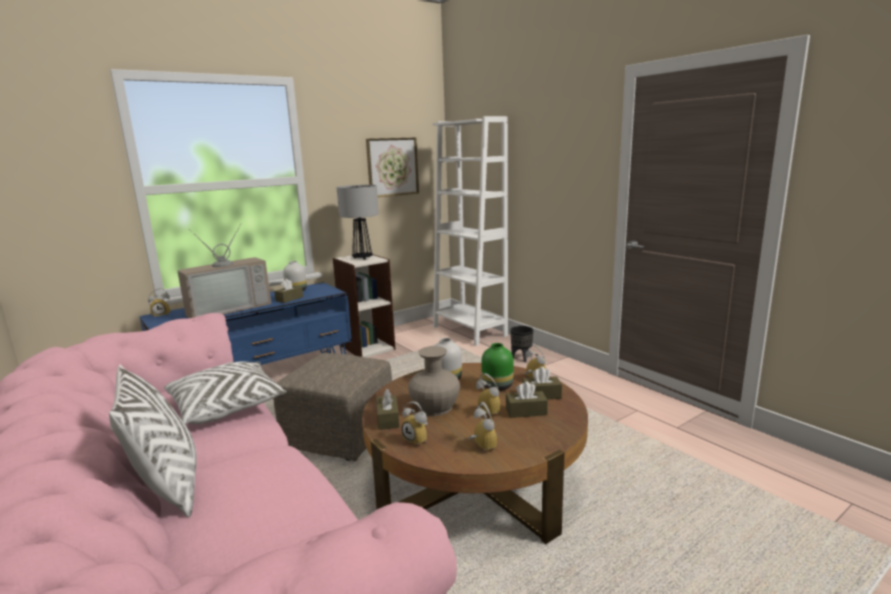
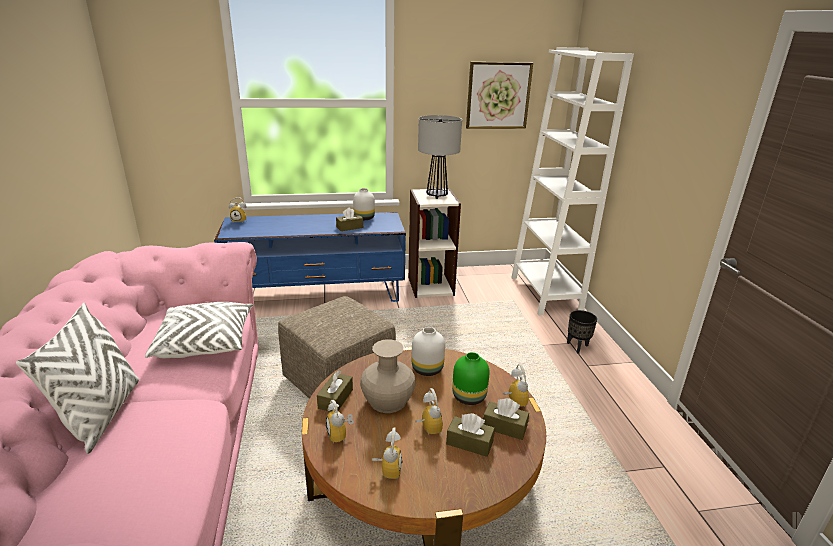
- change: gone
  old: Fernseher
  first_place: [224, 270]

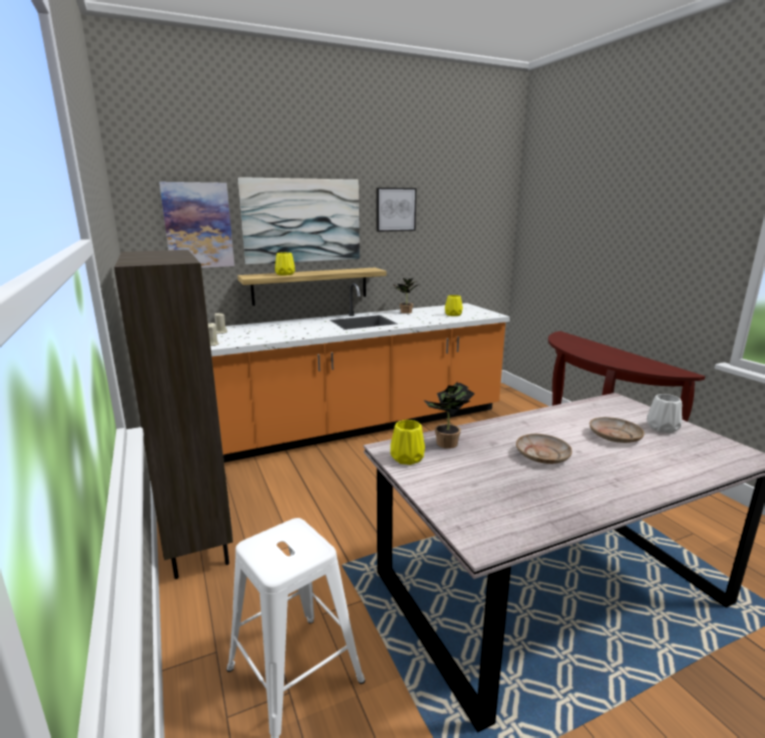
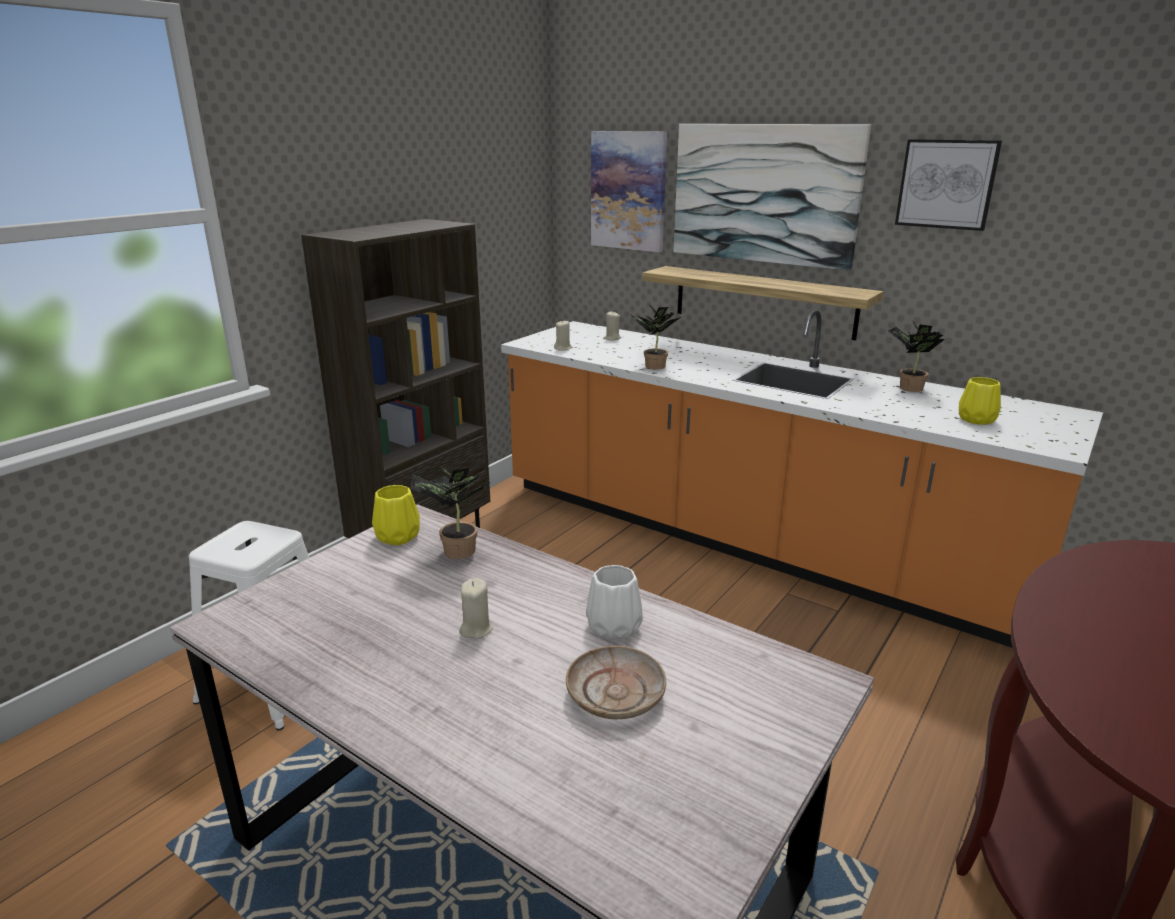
- change: gone
  old: Vase/gelb
  first_place: [285, 263]
- change: swapped
  old: Teller/beige
  new: Kerze/beige
  first_place: [544, 449]
  second_place: [476, 609]
- change: shifted
  old: Vase/weiß
  first_place: [664, 413]
  second_place: [614, 602]
- change: new
  new: Topfpflanze
  second_place: [655, 337]

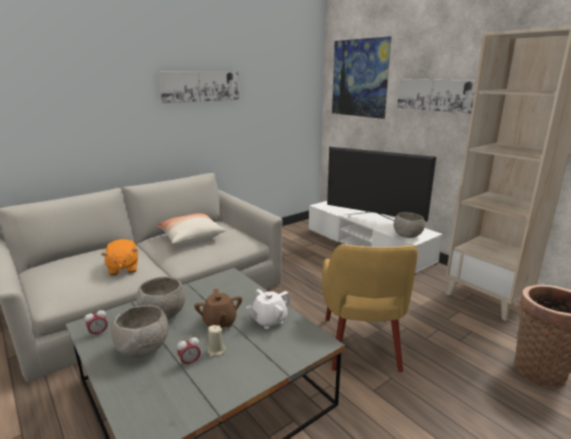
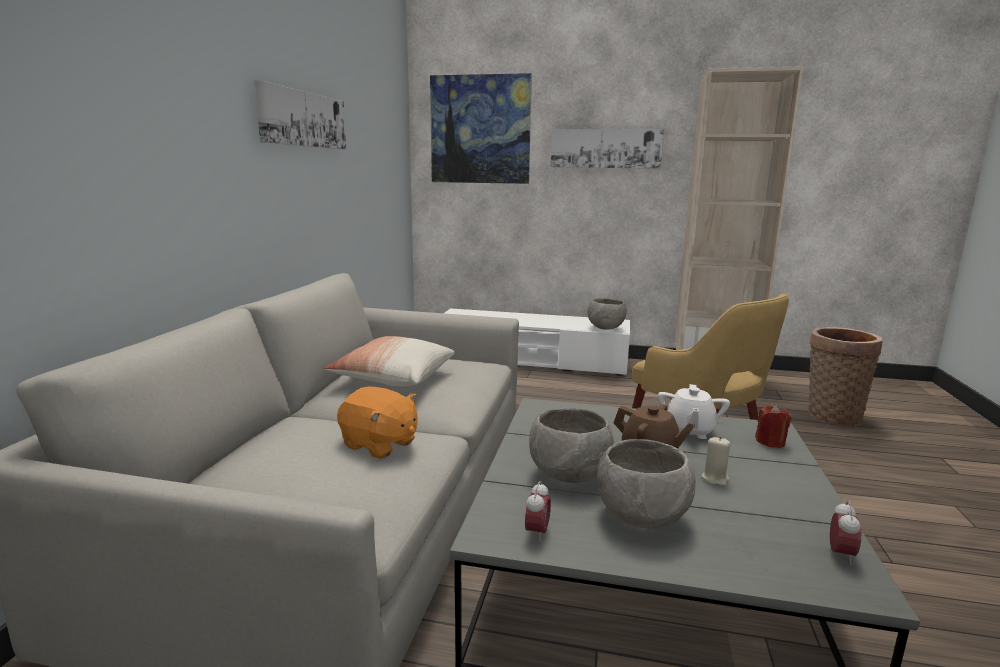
- change: shifted
  old: Wecker
  first_place: [189, 351]
  second_place: [845, 533]
- change: gone
  old: Fernseher
  first_place: [381, 184]
- change: new
  new: Kerze/rot
  second_place: [773, 426]

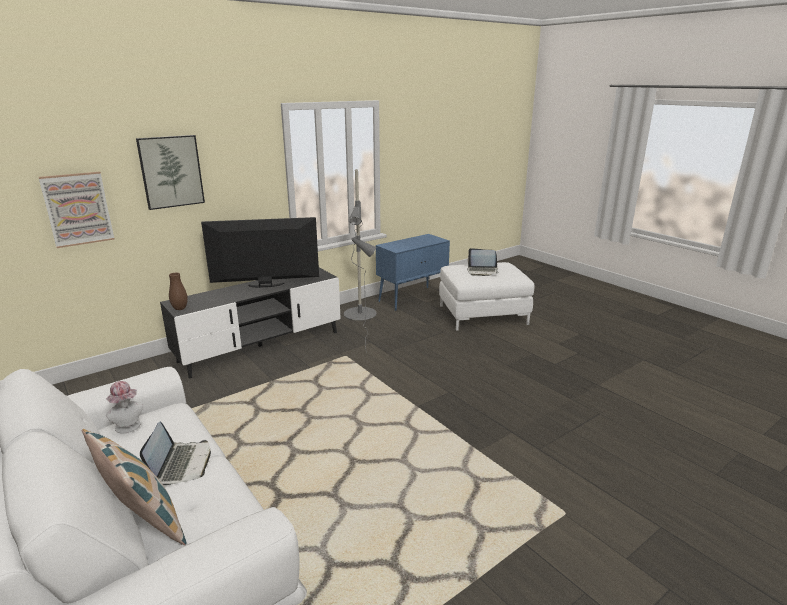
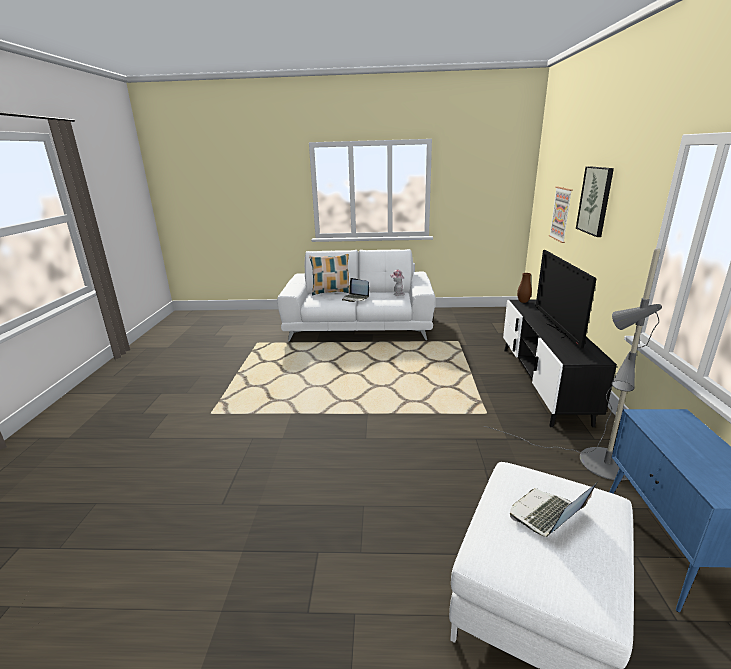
- change: rotated
  old: Fernseher
  first_place: [260, 252]
  second_place: [566, 299]
  degrees: 150

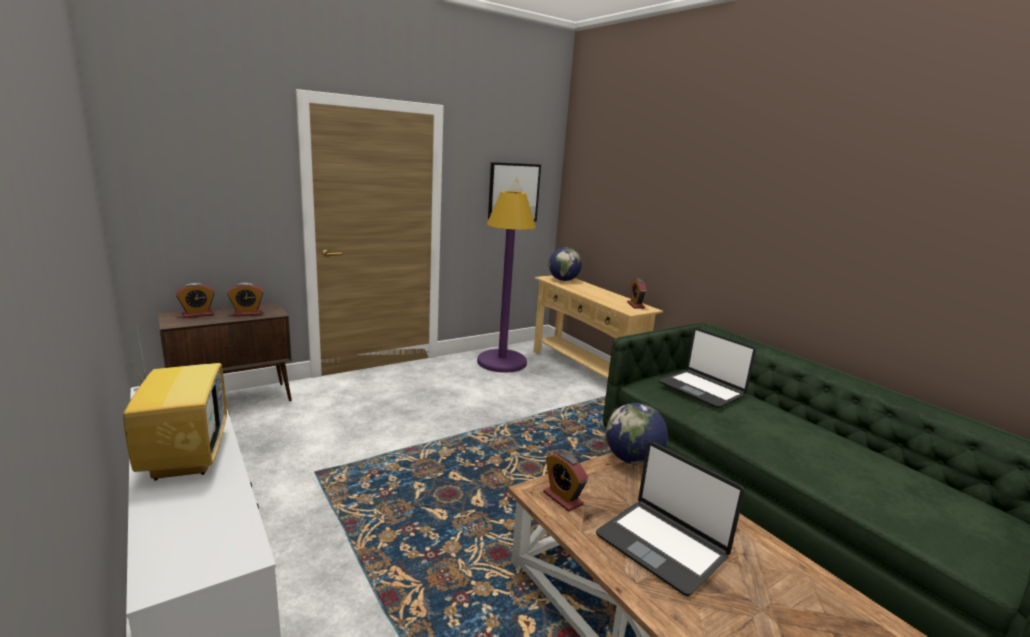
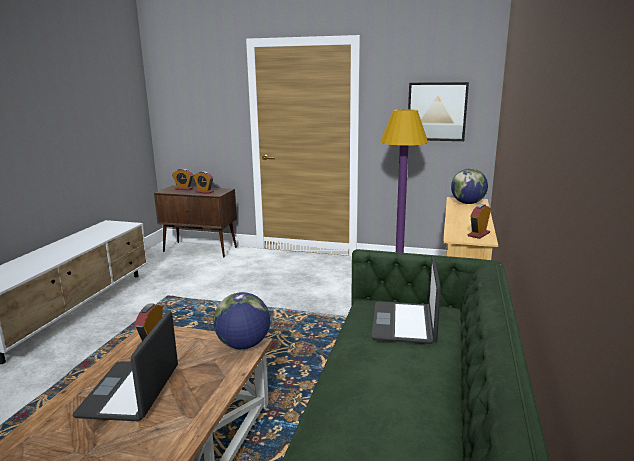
- change: gone
  old: Fernseher
  first_place: [175, 400]

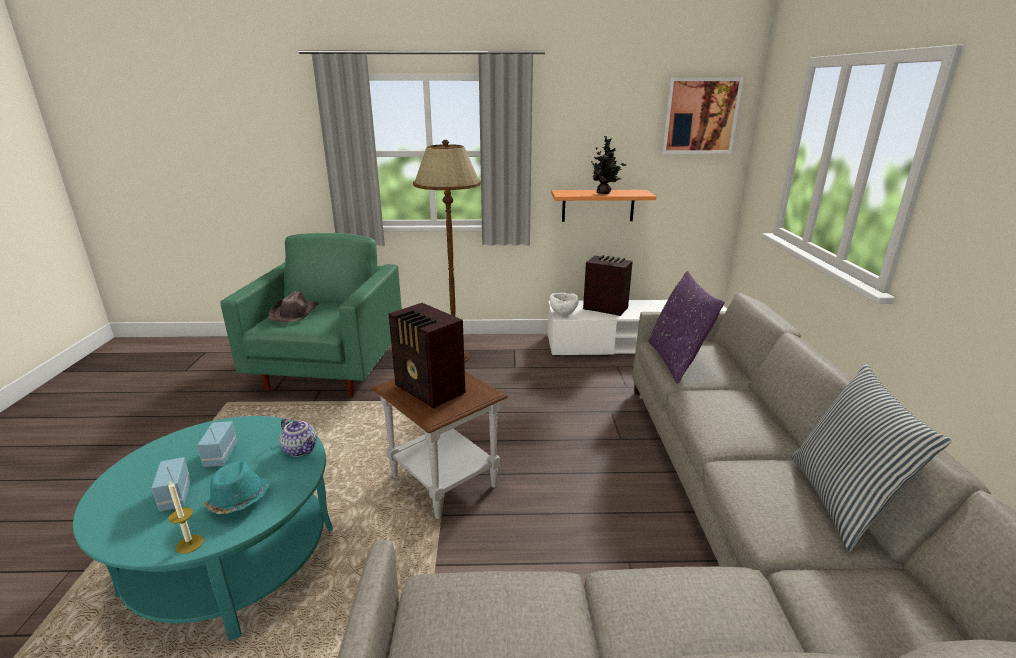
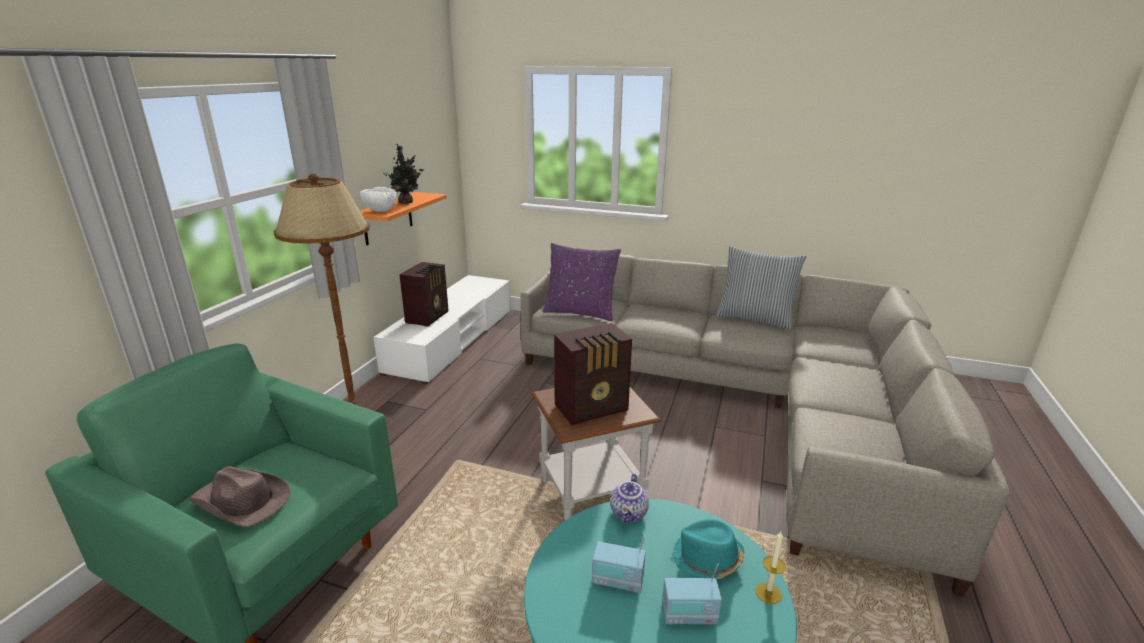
- change: rotated
  old: Teekanne
  first_place: [298, 437]
  second_place: [630, 498]
  degrees: 135
- change: shifted
  old: Schüssel/weiß
  first_place: [564, 304]
  second_place: [378, 199]
- change: rotated
  old: Radio
  first_place: [608, 285]
  second_place: [424, 294]
  degrees: 150
- change: gone
  old: Bild
  first_place: [702, 116]

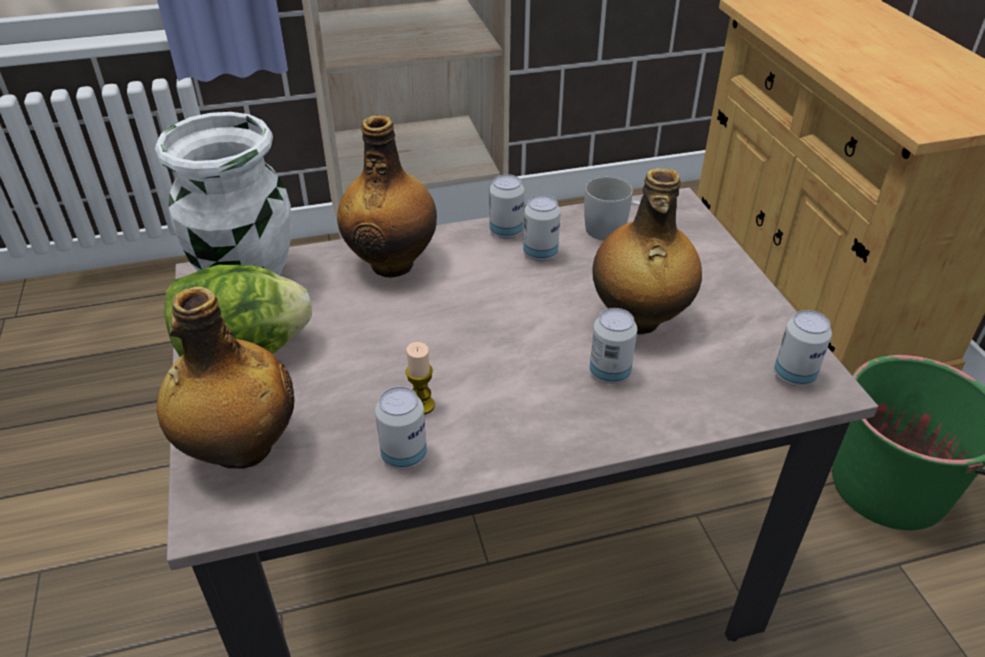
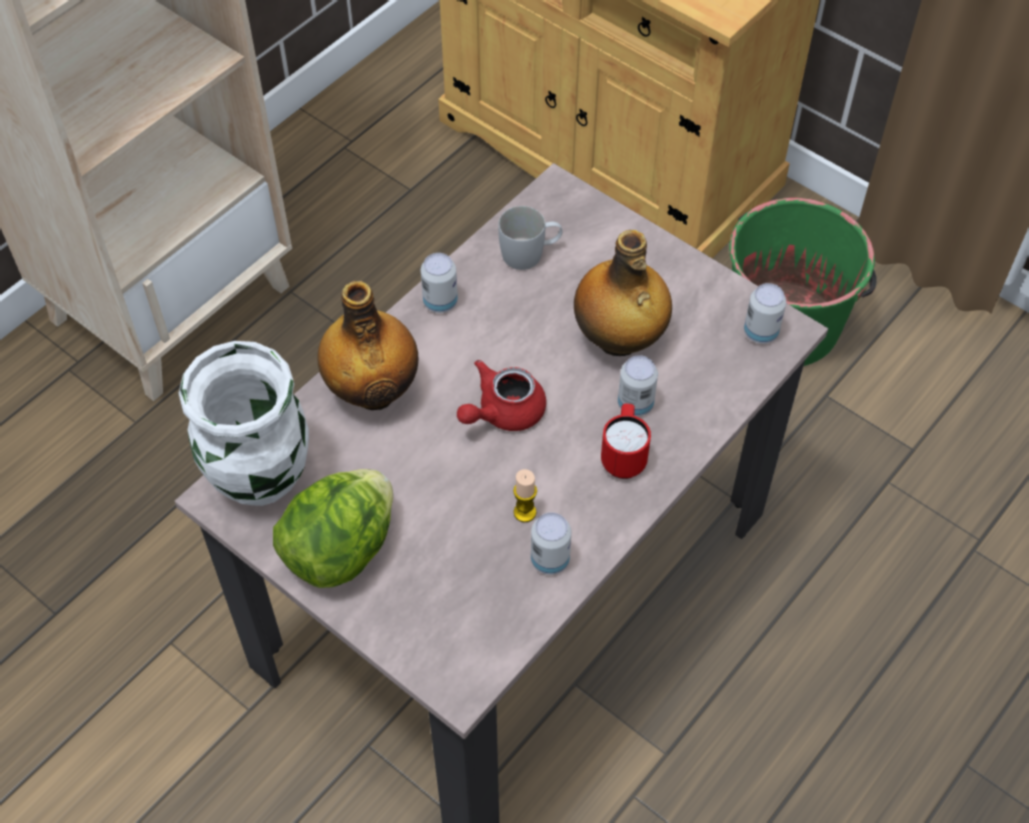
- change: gone
  old: Flasche
  first_place: [226, 378]
- change: gone
  old: Dose
  first_place: [542, 228]
- change: new
  new: Teekanne/rot
  second_place: [501, 395]
- change: new
  new: Henkelbecher/rot
  second_place: [626, 441]

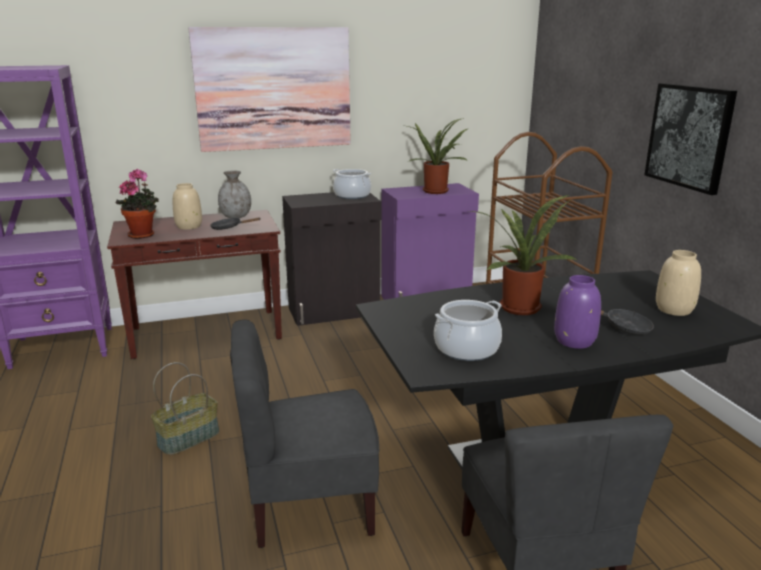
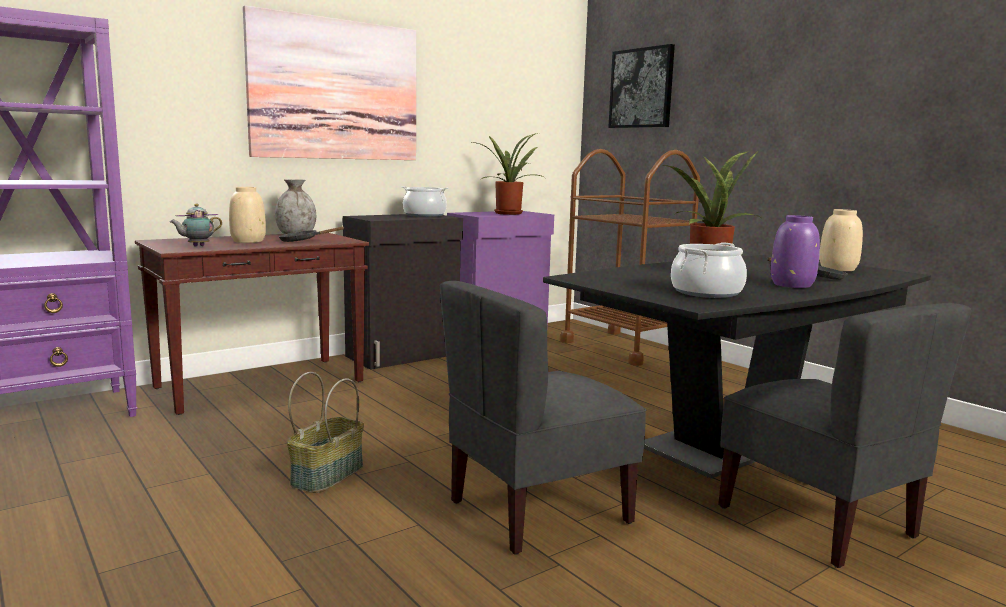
- change: swapped
  old: Topfpflanze
  new: Teekanne
  first_place: [137, 204]
  second_place: [196, 225]
- change: shifted
  old: Bild
  first_place: [690, 139]
  second_place: [641, 86]

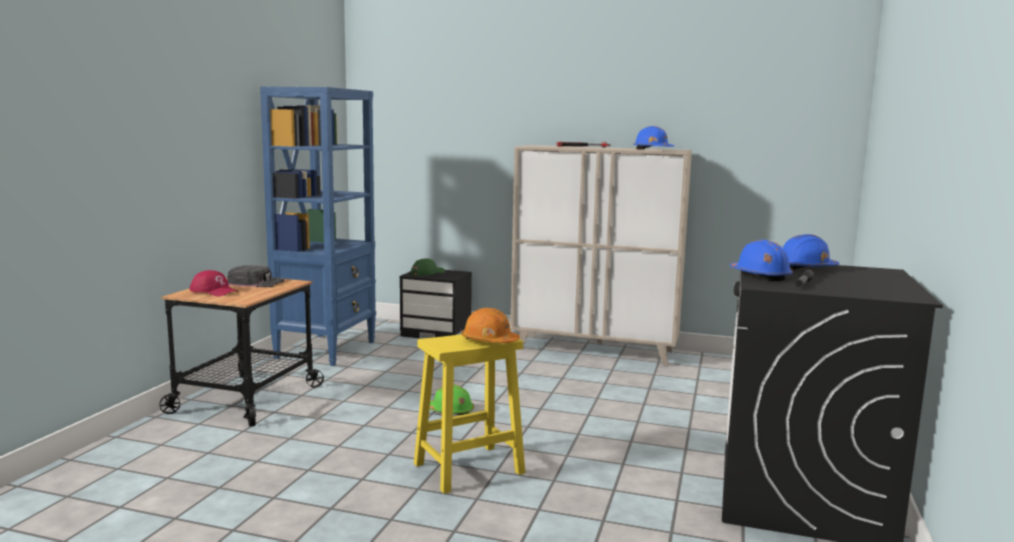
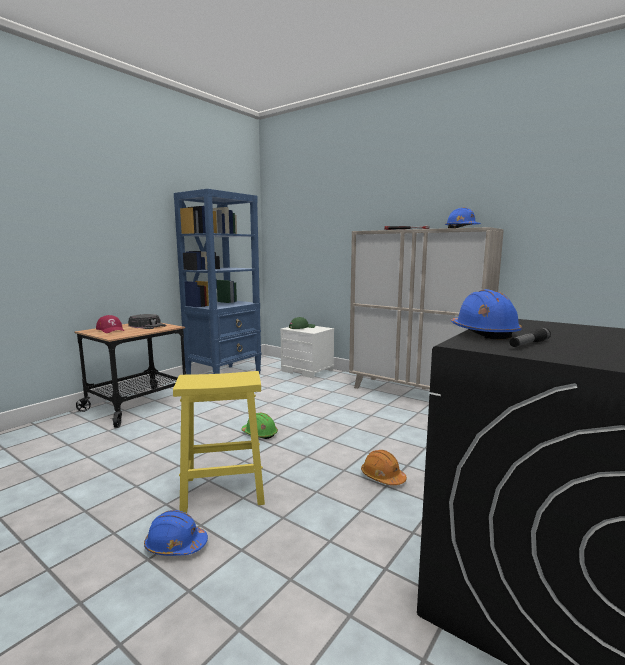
- change: repainted
  old: Nachttisch/schwarz
  new: Nachttisch/weiß
  first_place: [436, 304]
  second_place: [307, 352]
- change: shifted
  old: Schutzhelm/orange
  first_place: [490, 325]
  second_place: [384, 467]
- change: shifted
  old: Schutzhelm/blau
  first_place: [811, 252]
  second_place: [176, 533]

